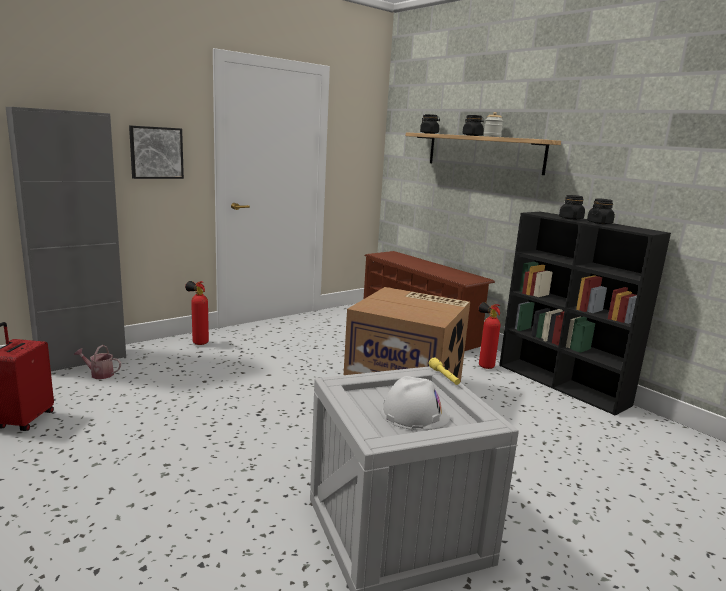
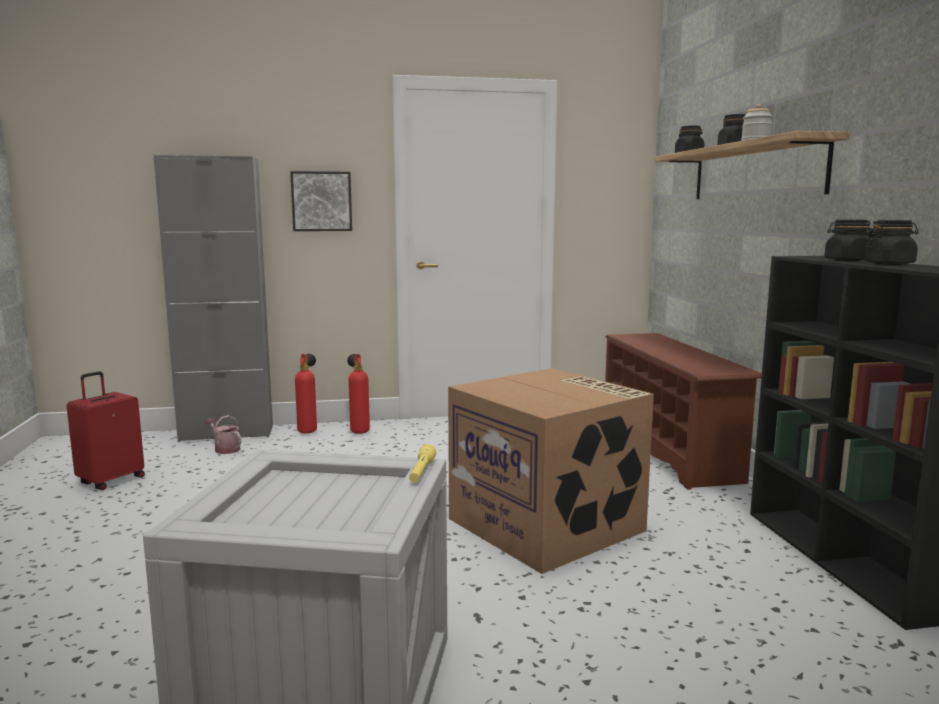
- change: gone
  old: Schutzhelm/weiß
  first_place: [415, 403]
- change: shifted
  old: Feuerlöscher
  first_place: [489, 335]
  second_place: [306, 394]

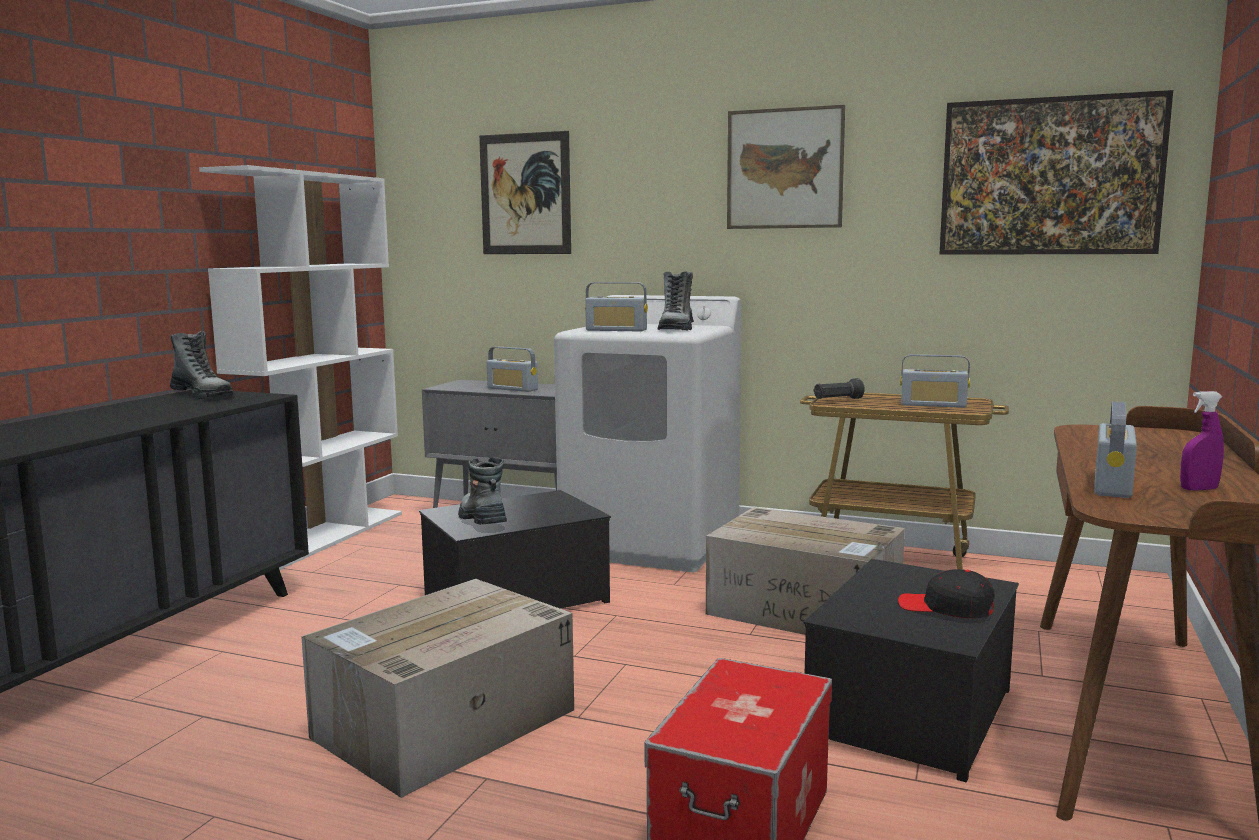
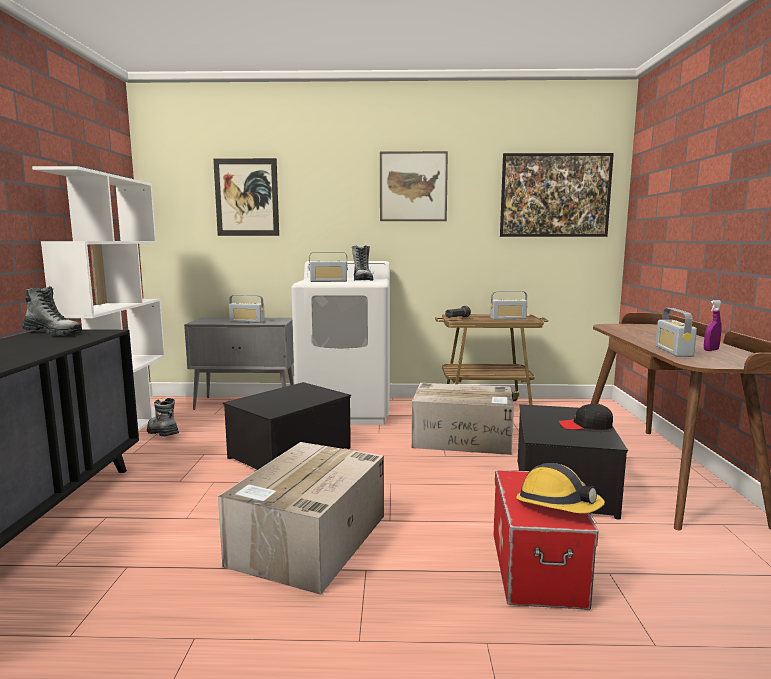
- change: shifted
  old: Stiefel
  first_place: [482, 491]
  second_place: [163, 417]
- change: new
  new: Schutzhelm
  second_place: [560, 488]

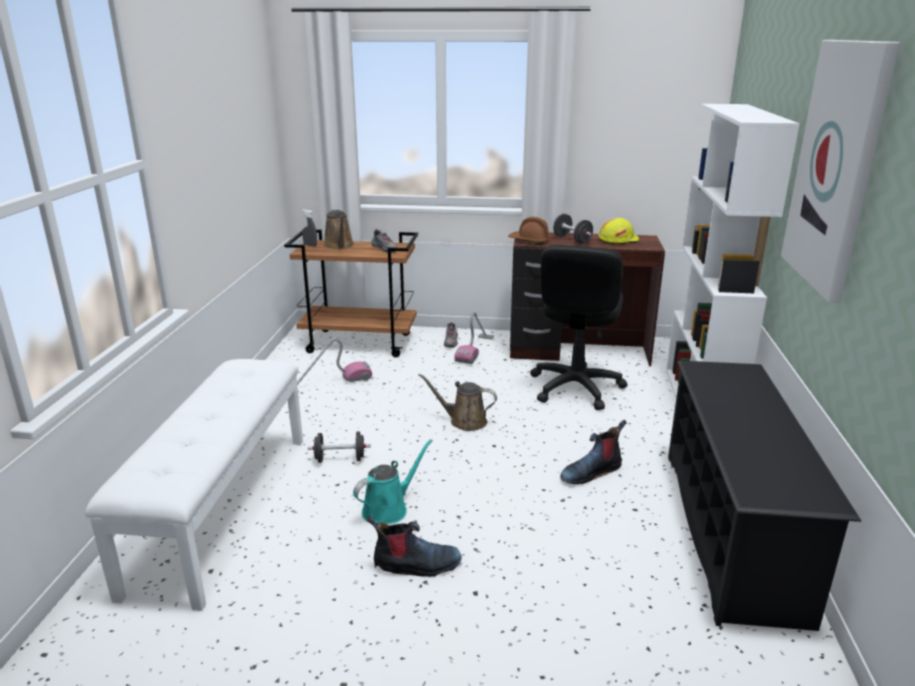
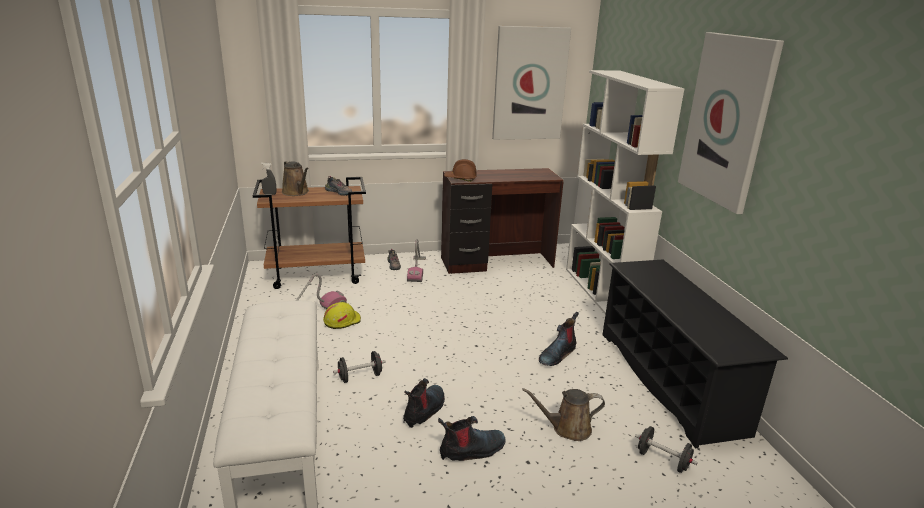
- change: swapped
  old: Gießkanne/türkis
  new: Stiefel
  first_place: [393, 481]
  second_place: [424, 403]
- change: shifted
  old: Gießkanne/braun
  first_place: [458, 402]
  second_place: [563, 414]
- change: gone
  old: Bürostuhl/schwarz
  first_place: [579, 327]
- change: shifted
  old: Hantel/schwarz
  first_place: [573, 229]
  second_place: [666, 449]
- change: shifted
  old: Schutzhelm/gelb
  first_place: [618, 231]
  second_place: [342, 315]
- change: new
  new: Bild
  second_place: [531, 83]

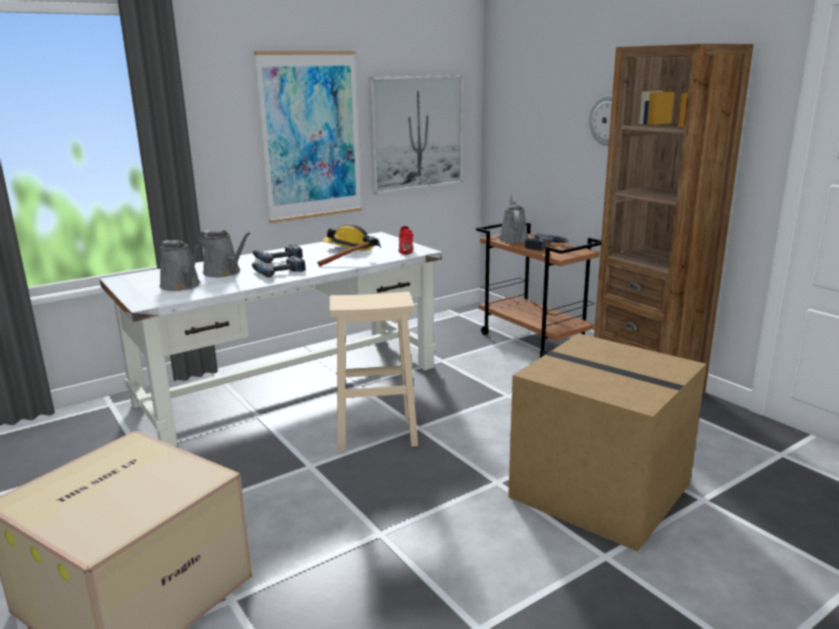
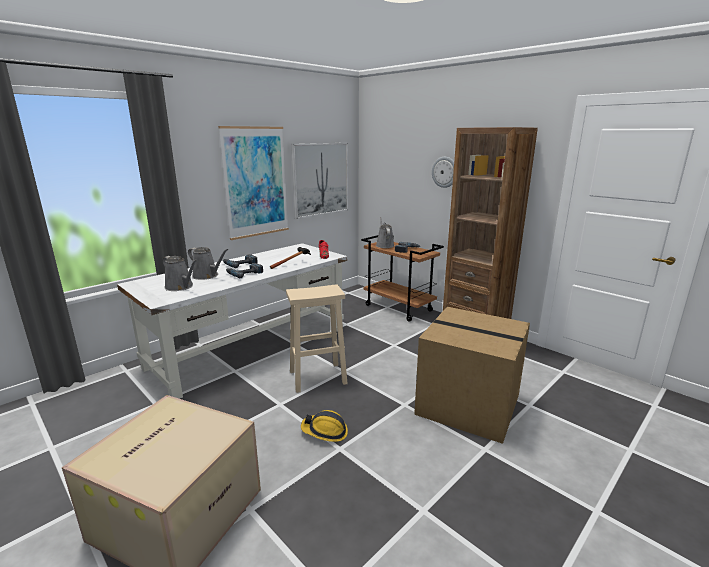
- change: shifted
  old: Schutzhelm
  first_place: [348, 237]
  second_place: [324, 426]

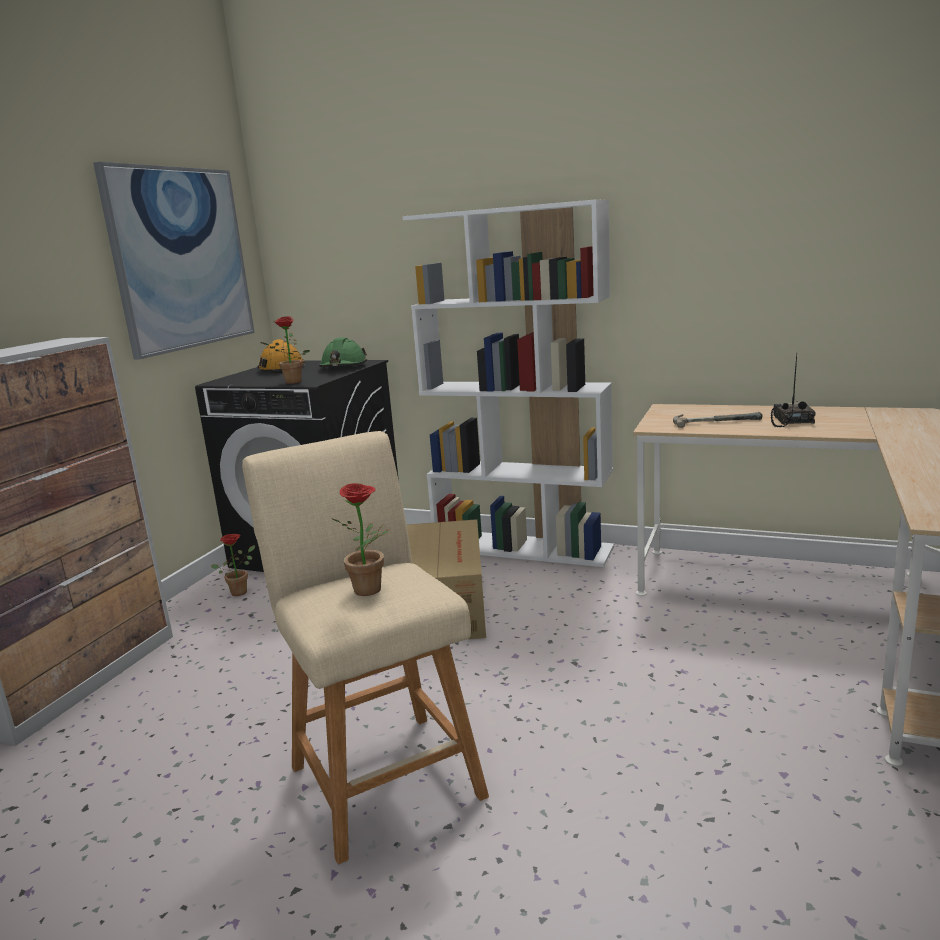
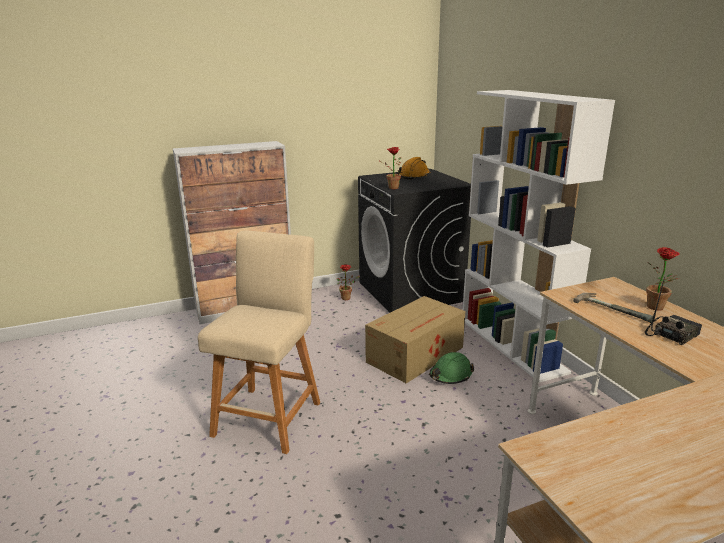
- change: gone
  old: Bild
  first_place: [174, 261]
- change: shifted
  old: Schutzhelm/grün
  first_place: [343, 352]
  second_place: [451, 368]
- change: shifted
  old: Topfpflanze
  first_place: [361, 539]
  second_place: [663, 279]

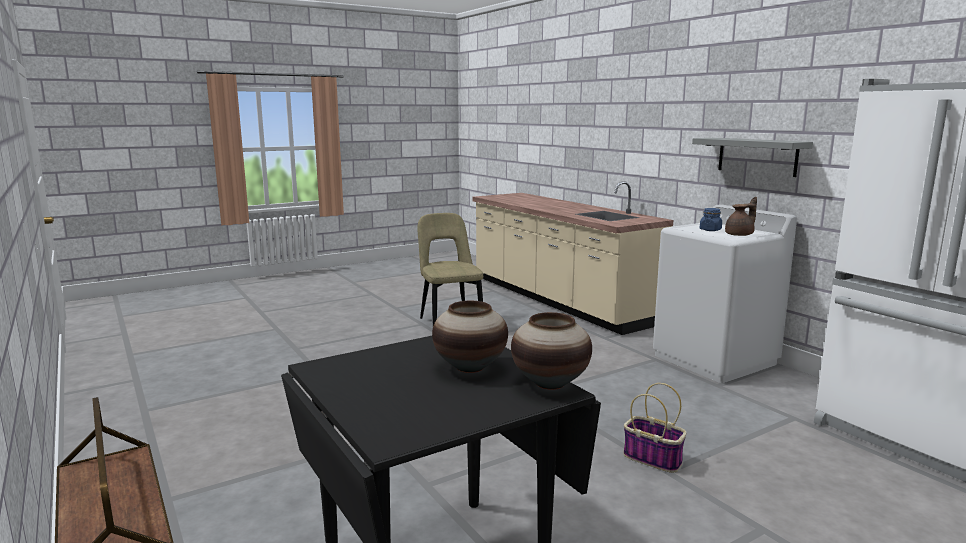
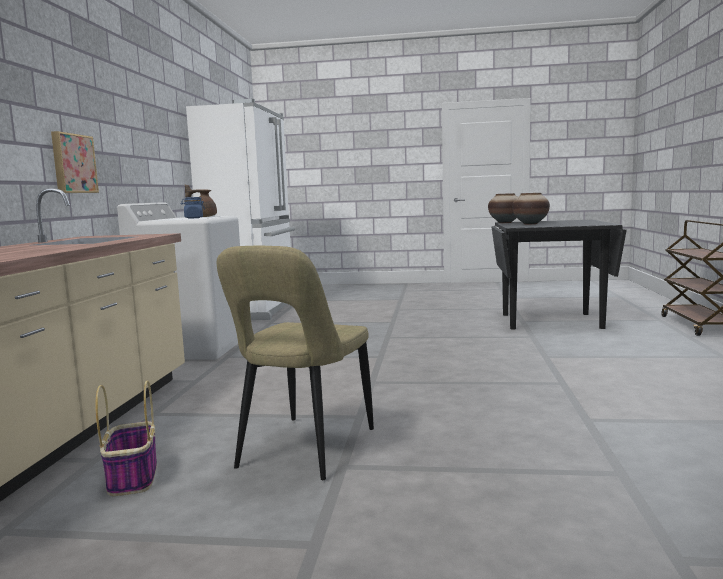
- change: shifted
  old: Korb
  first_place: [654, 428]
  second_place: [126, 438]
- change: gone
  old: Wandregal/grau
  first_place: [752, 157]
- change: new
  new: Bild
  second_place: [75, 162]

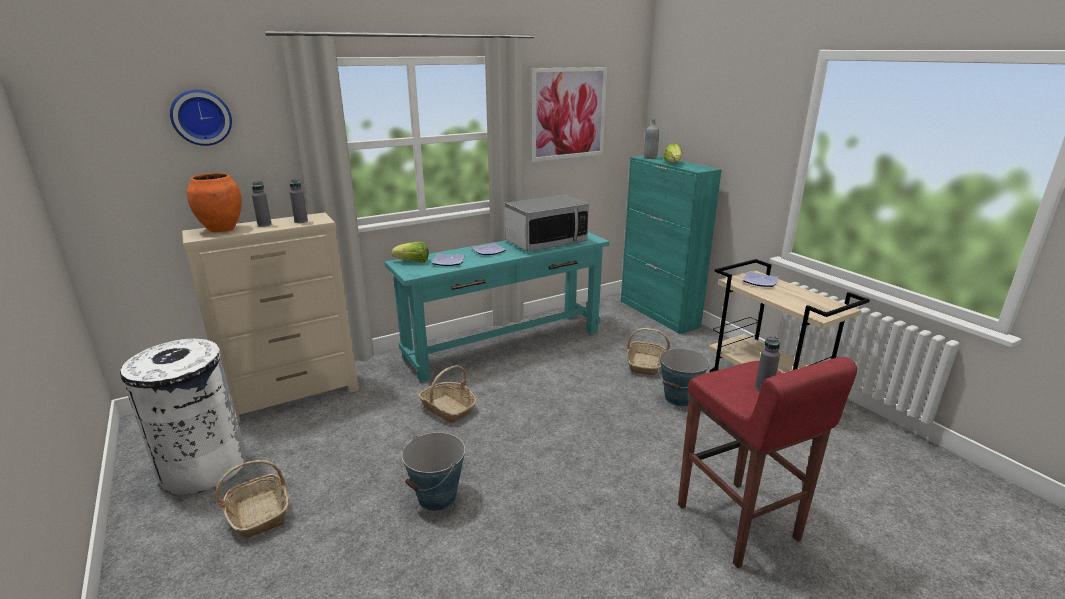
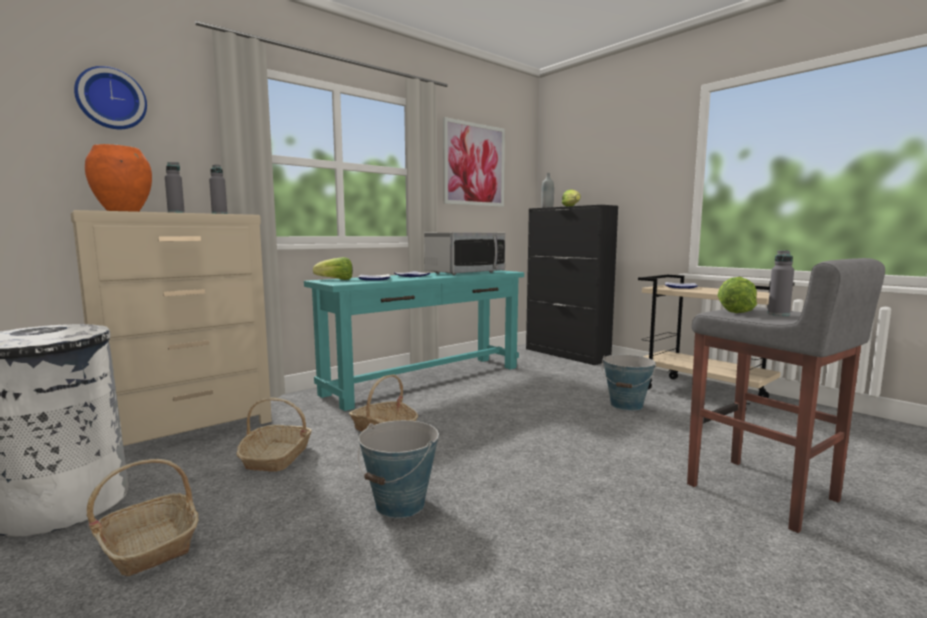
- change: repainted
  old: Schrank/türkis
  new: Schrank/schwarz
  first_place: [671, 245]
  second_place: [572, 285]
- change: shifted
  old: Korb
  first_place: [648, 352]
  second_place: [274, 434]
- change: repainted
  old: Hocker/rot
  new: Hocker/grau
  first_place: [767, 462]
  second_place: [786, 395]
- change: new
  new: Salatkopf
  second_place: [737, 295]

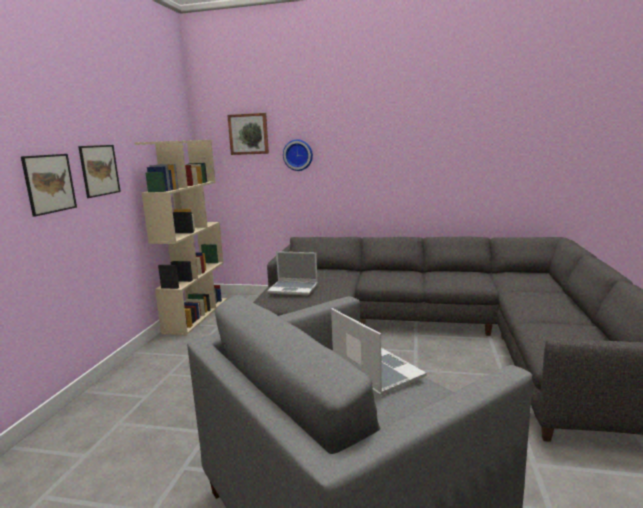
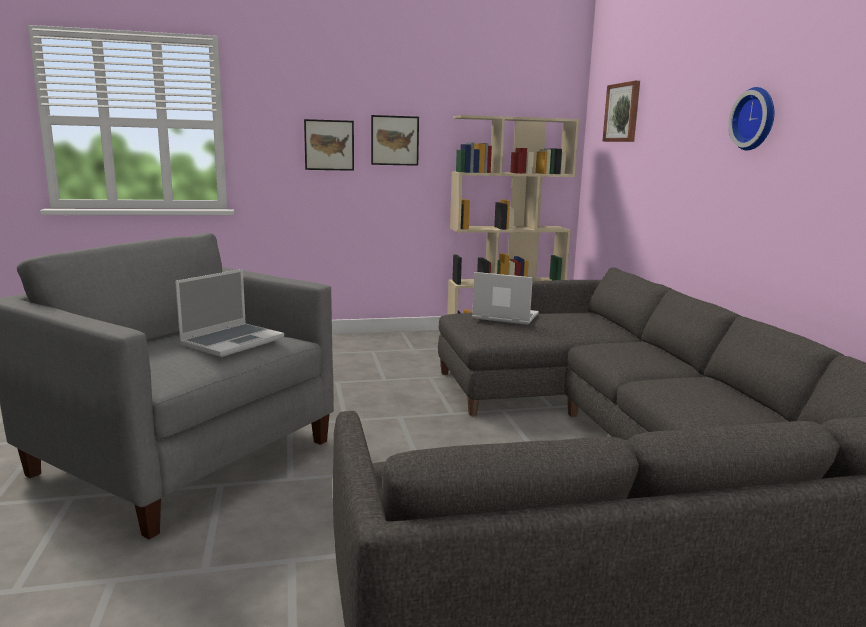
- change: rotated
  old: Laptop
  first_place: [292, 273]
  second_place: [505, 298]
  degrees: 120
- change: shifted
  old: Wanduhr
  first_place: [298, 155]
  second_place: [751, 118]

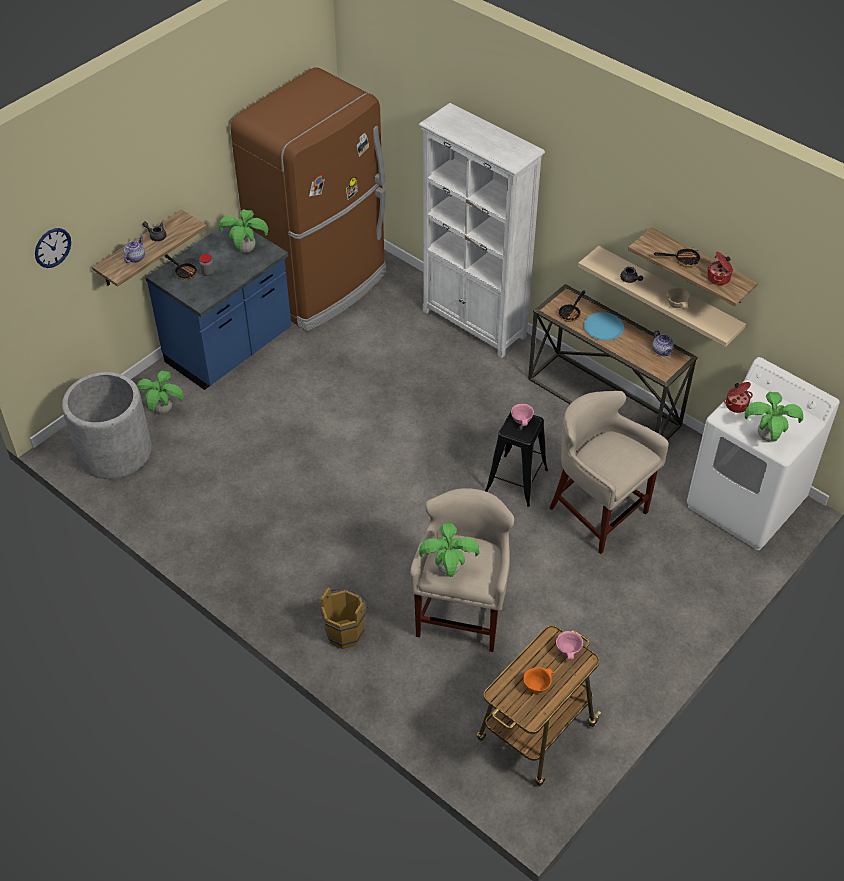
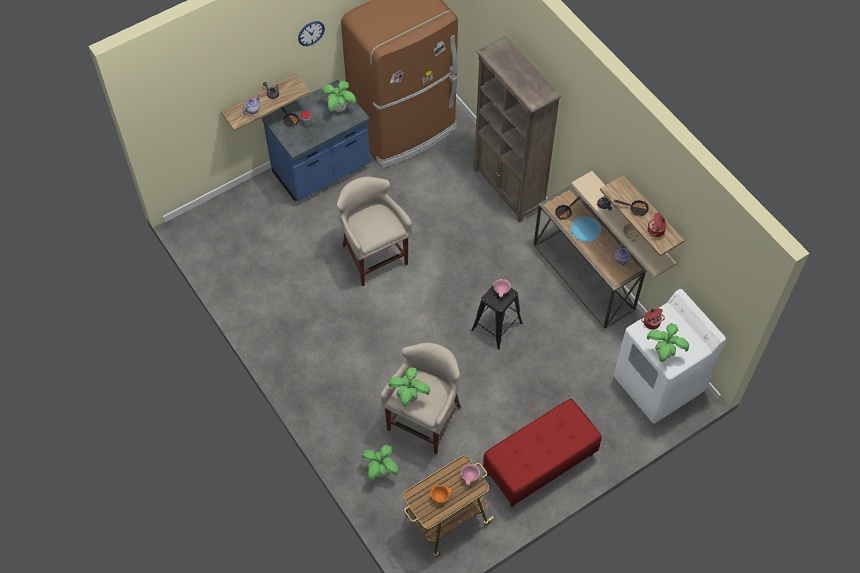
- change: shifted
  old: Wanduhr
  first_place: [53, 248]
  second_place: [311, 33]
- change: gone
  old: Pflanzkübel/grau
  first_place: [107, 425]
- change: shifted
  old: Topfpflanze
  first_place: [160, 392]
  second_place: [380, 463]
- change: gone
  old: Eimer/braun
  first_place: [344, 618]
- change: repainted
  old: Bücherregal/weiß
  new: Bücherregal/braun
  first_place: [482, 230]
  second_place: [517, 129]
- change: shifted
  old: Hocker/beige
  first_place: [609, 472]
  second_place: [374, 231]
- change: new
  new: Bank/rot
  second_place: [542, 453]

